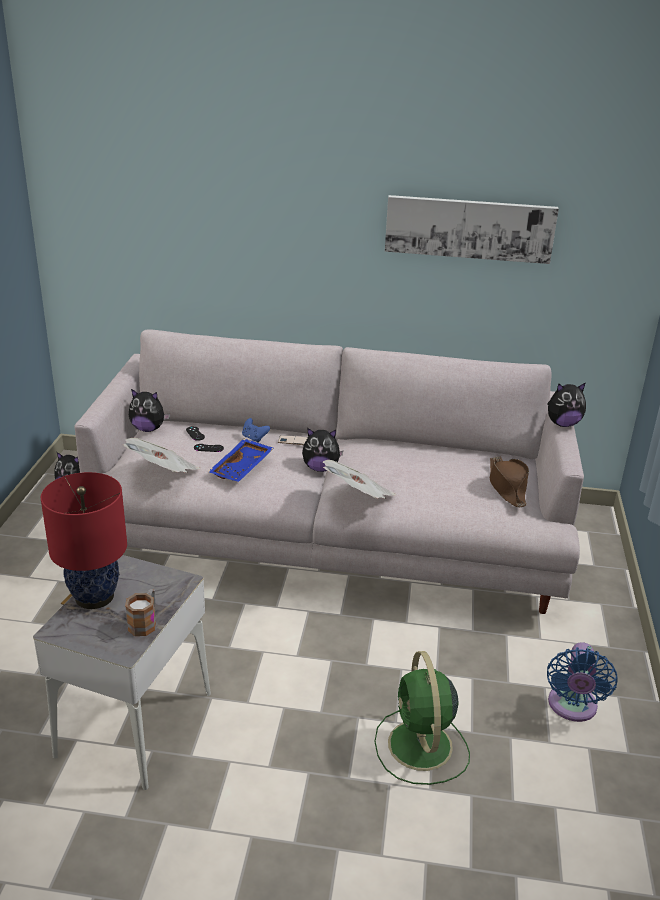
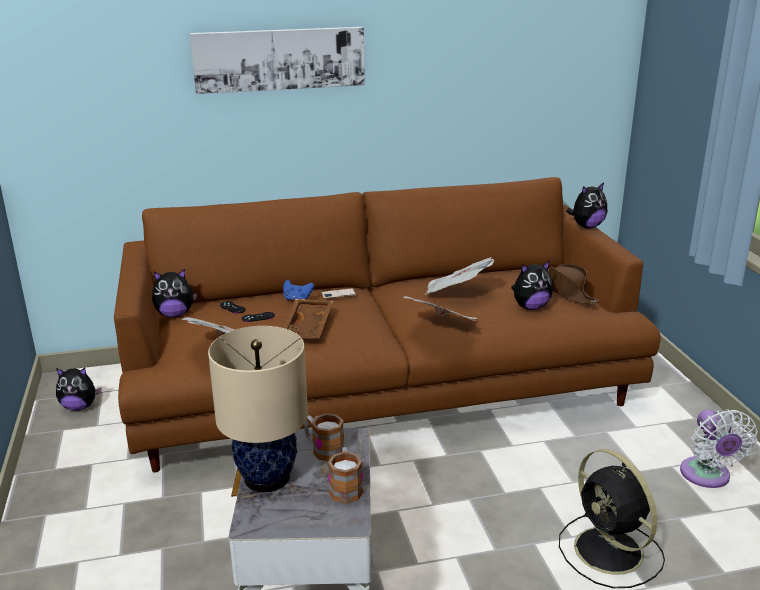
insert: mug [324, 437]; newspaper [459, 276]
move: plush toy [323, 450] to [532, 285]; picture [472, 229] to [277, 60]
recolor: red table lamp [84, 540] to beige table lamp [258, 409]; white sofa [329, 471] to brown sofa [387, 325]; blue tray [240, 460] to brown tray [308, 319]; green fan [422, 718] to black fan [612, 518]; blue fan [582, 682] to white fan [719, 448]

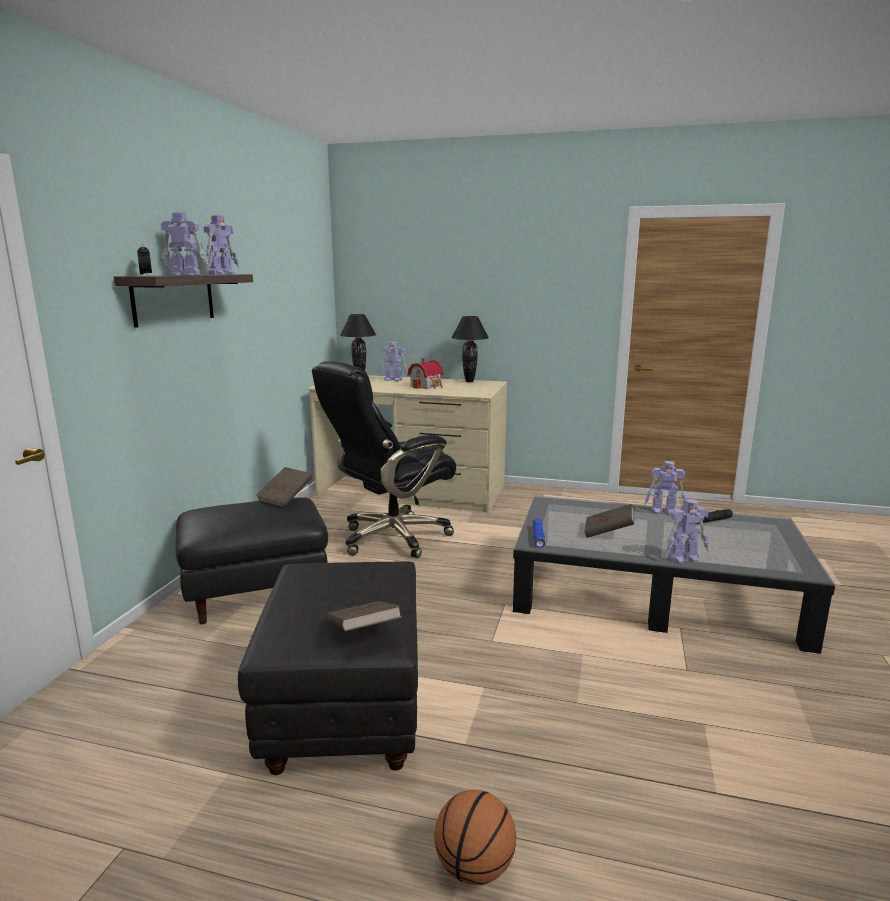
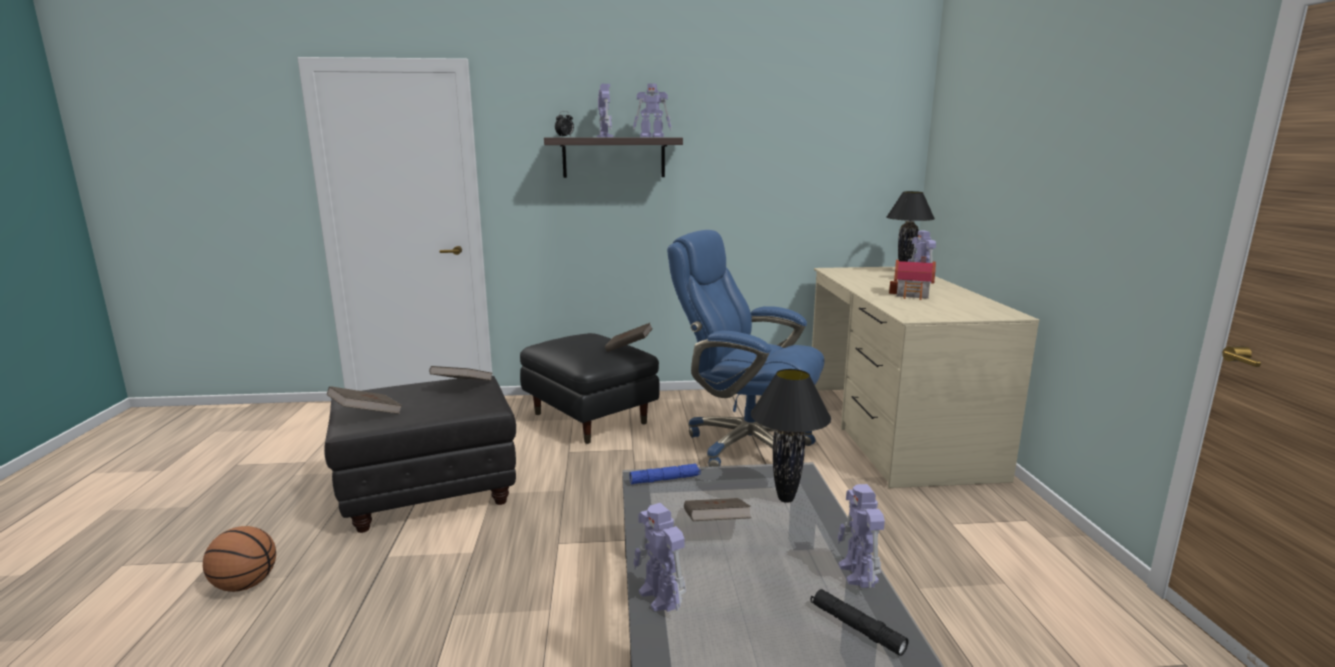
insert: brown book [460, 373]
move: black table lamp [470, 349] to [791, 436]
recolor: black office chair [384, 459] to blue office chair [745, 348]

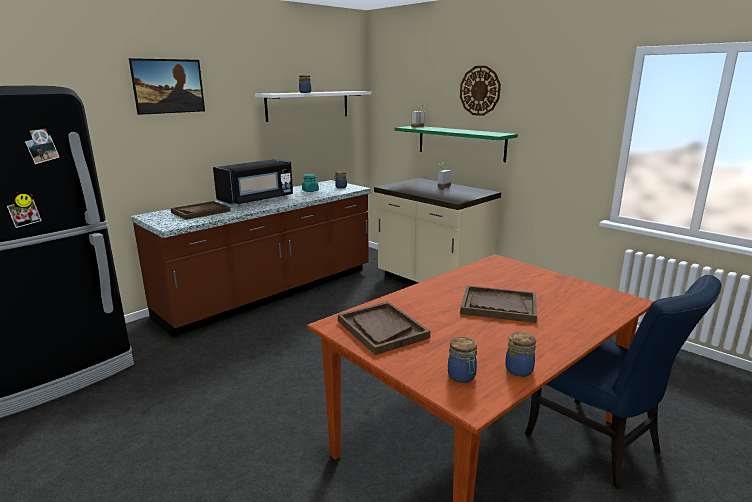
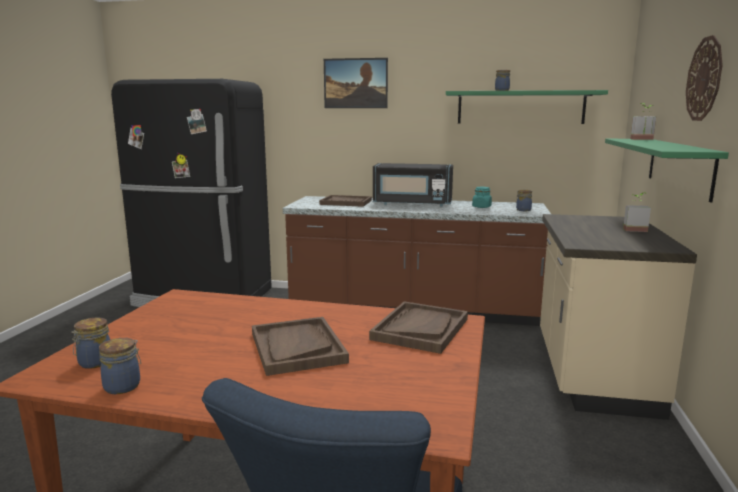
move: brown tray [384, 328] to [418, 327]
recolor: white shelf [313, 106] to green shelf [527, 107]

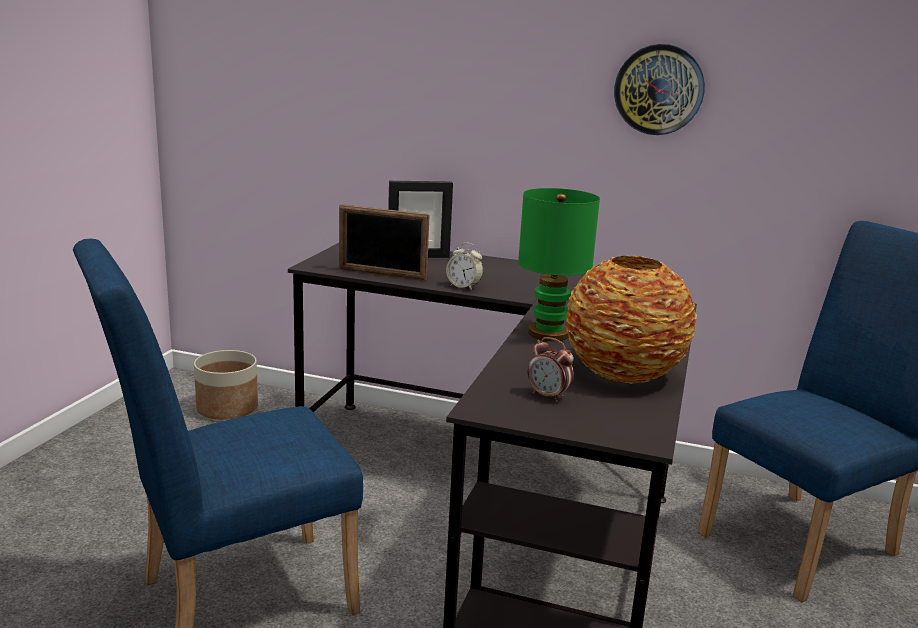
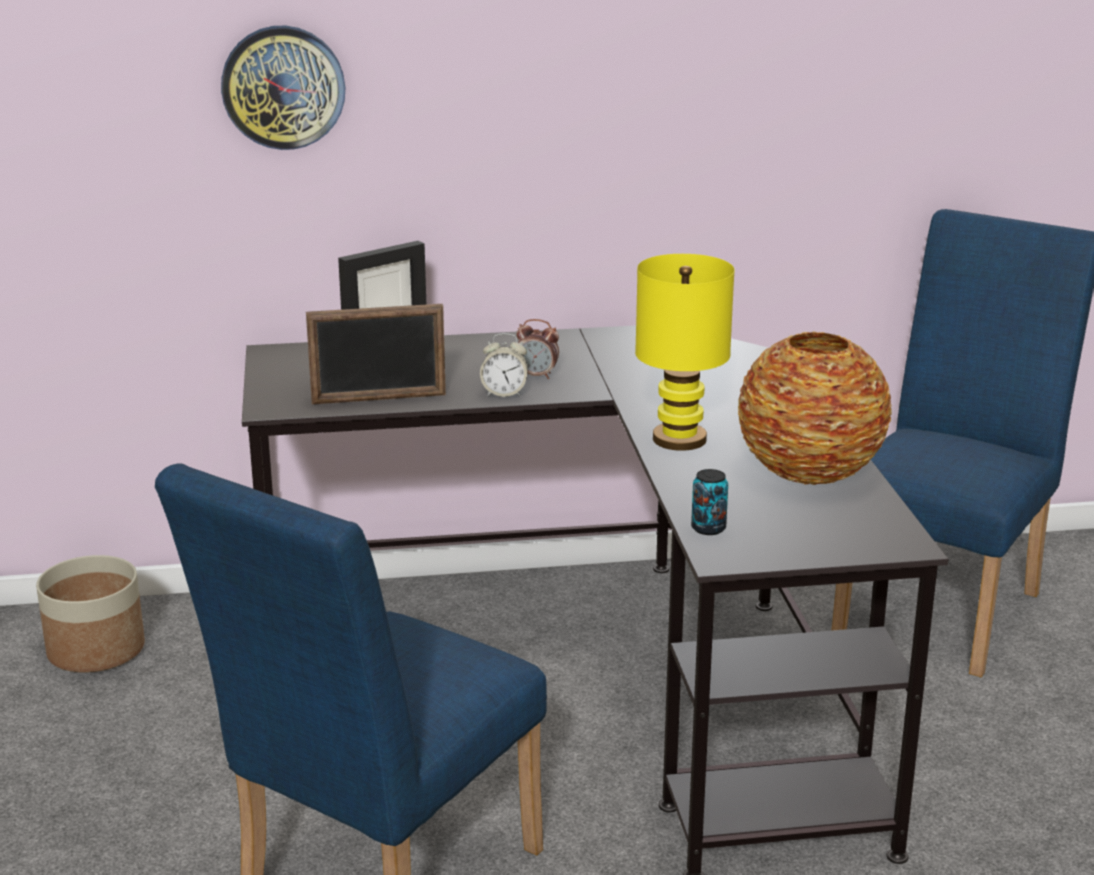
insert: can [709, 502]
move: alarm clock [551, 369] to [537, 349]; wall clock [659, 89] to [283, 88]
recolor: green table lamp [559, 264] to yellow table lamp [685, 352]

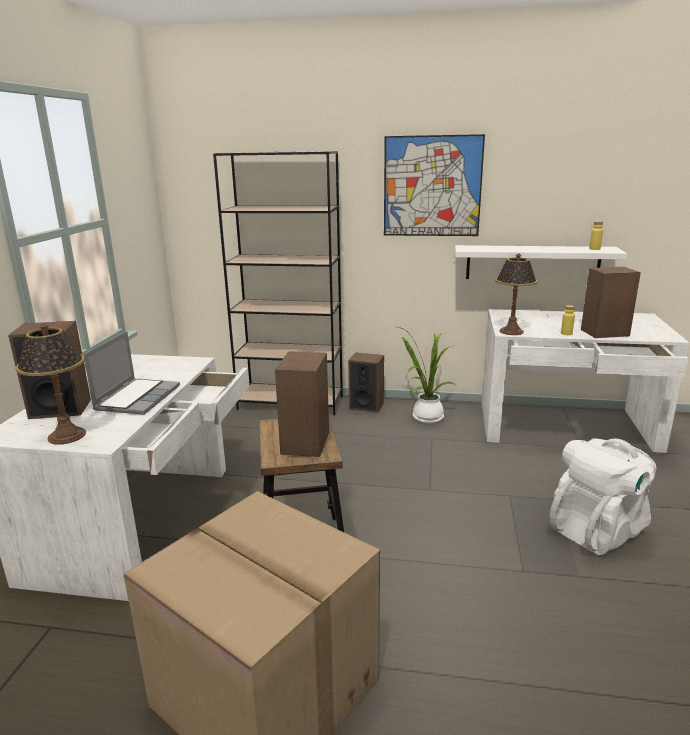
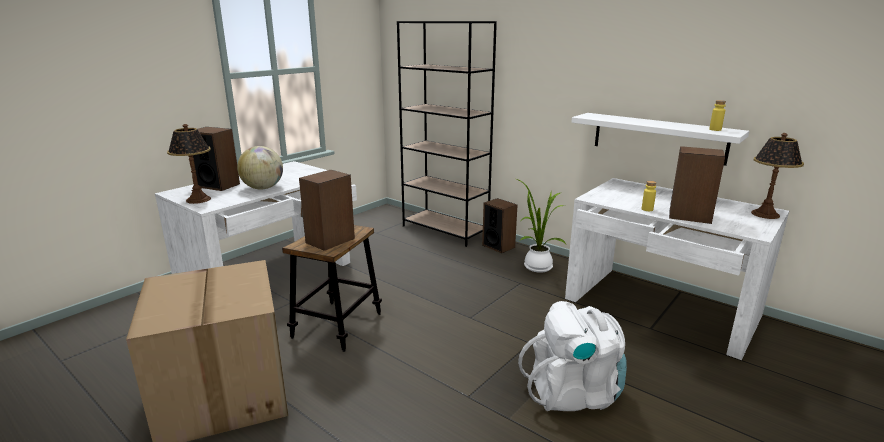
delete: picture [434, 185]
move: table lamp [516, 294] to [777, 176]
replace: laptop [131, 373] to globe [260, 167]

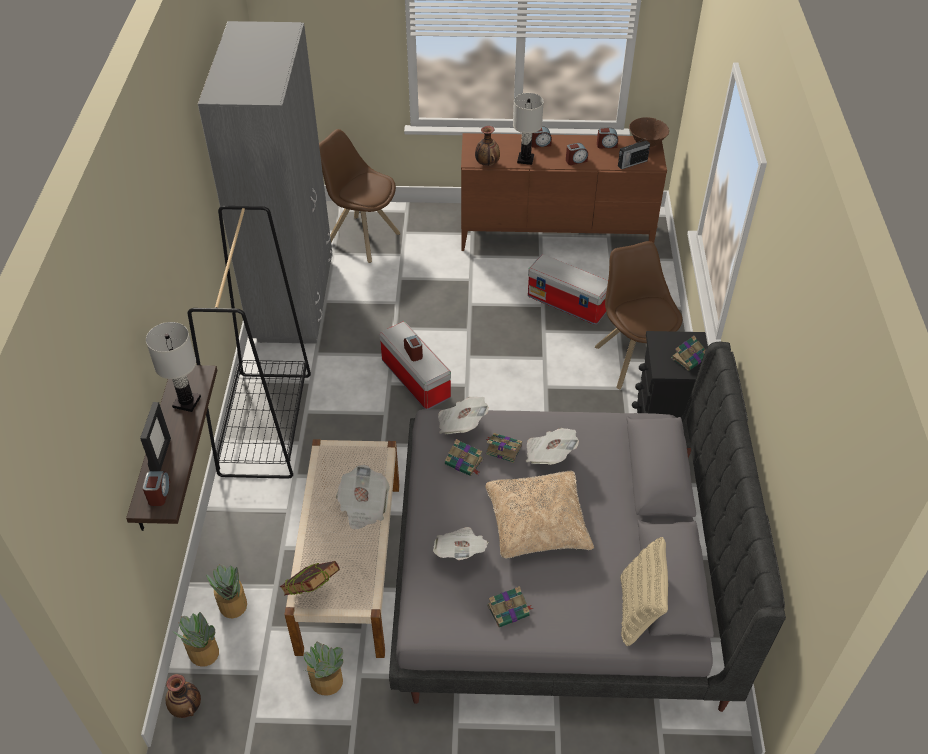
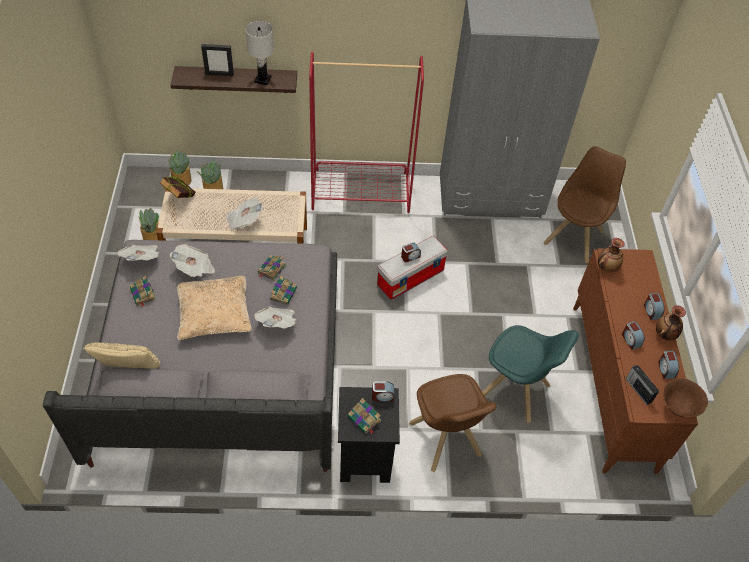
delete: white table lamp [528, 129]
move: alarm clock [156, 488] to [383, 391]; vase [183, 696] to [671, 322]; newspaper [463, 415] to [138, 253]
replace: storage box [568, 289] to turquoise chair [530, 374]
recolor: black clothes rack [249, 342] to red clothes rack [366, 132]
rotate: brown chair [638, 315] = [452, 423] 90 degrees clockwise

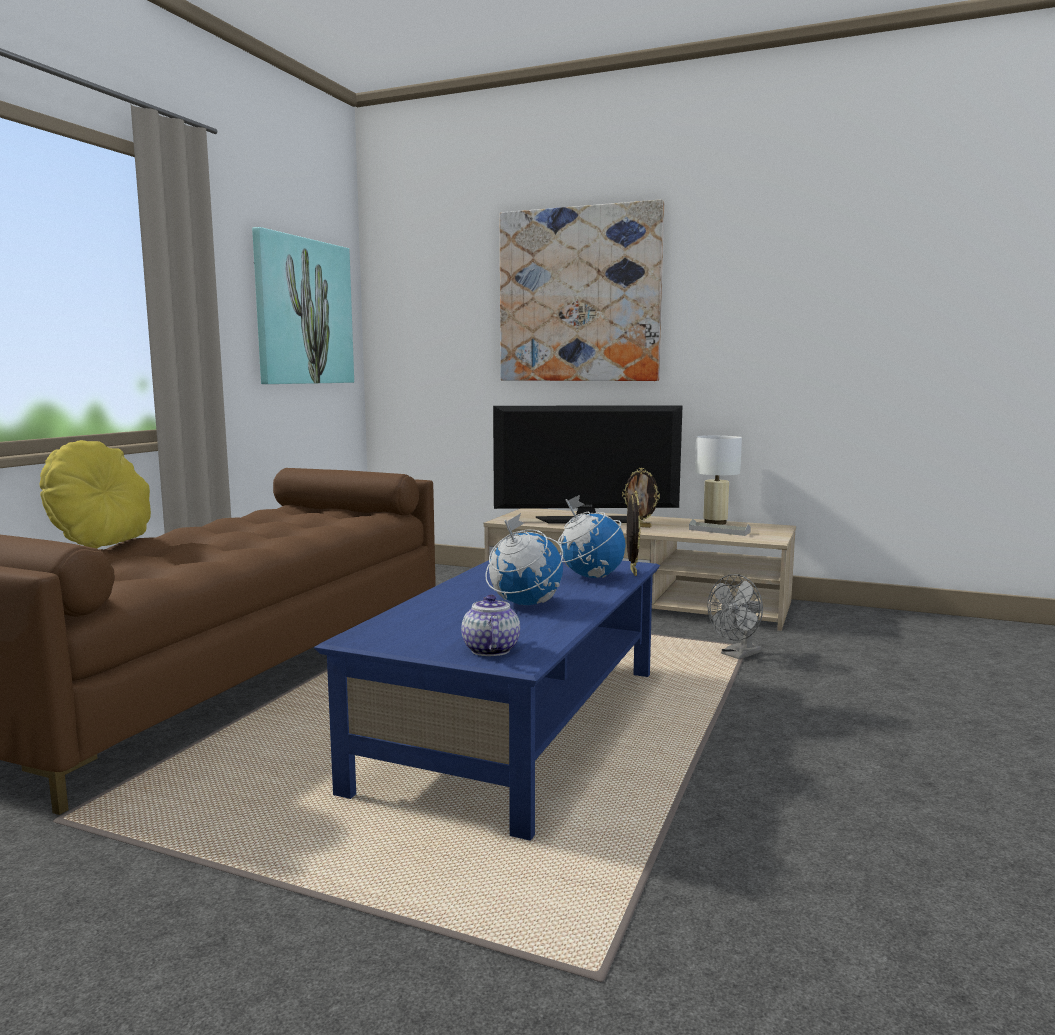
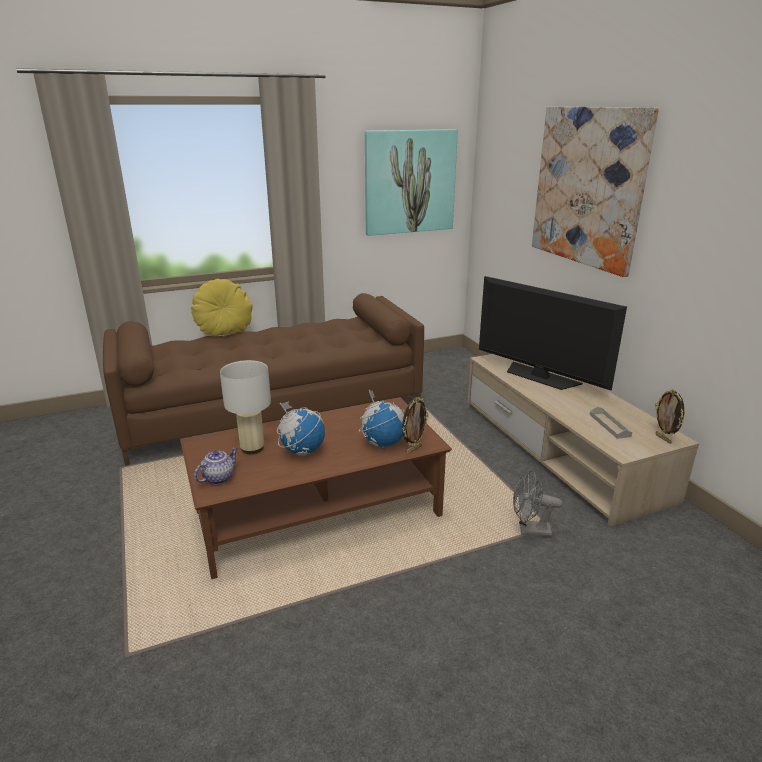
move: picture frame [641, 498] to [670, 416]; white table lamp [718, 480] to [245, 407]
recolor: blue coffee table [487, 698] to brown coffee table [316, 488]

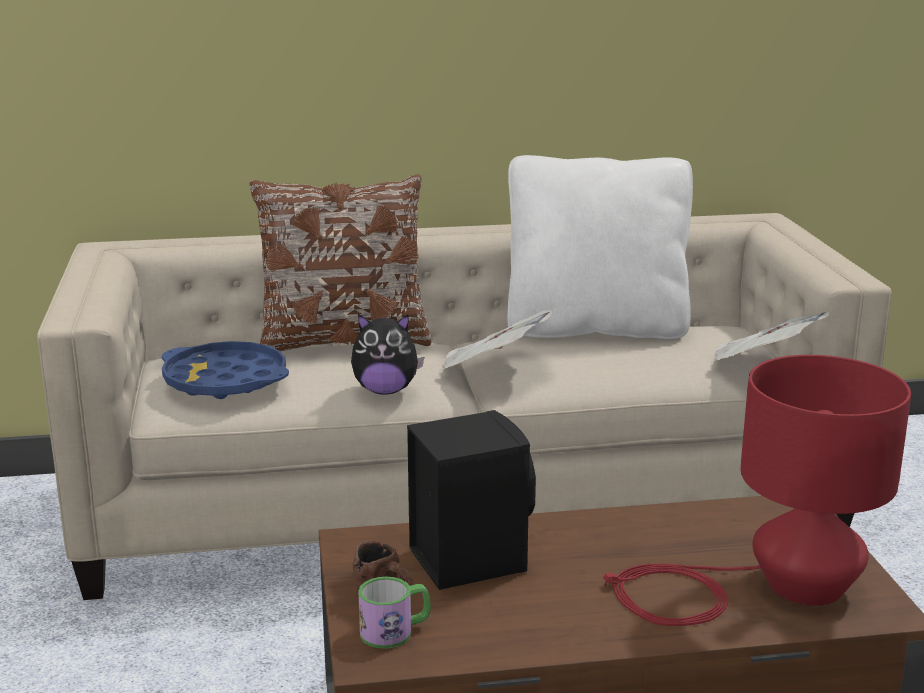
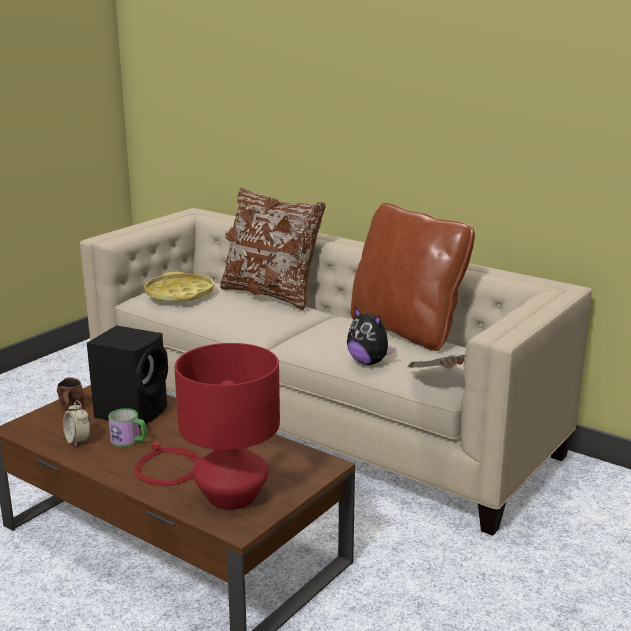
delete: newspaper [495, 340]
insert: alarm clock [76, 423]
move: plush toy [387, 354] to [371, 336]; mug [394, 613] to [127, 427]
recolor: blue tray [225, 370] to yellow tray [179, 287]; white pillow [600, 247] to brown pillow [413, 277]

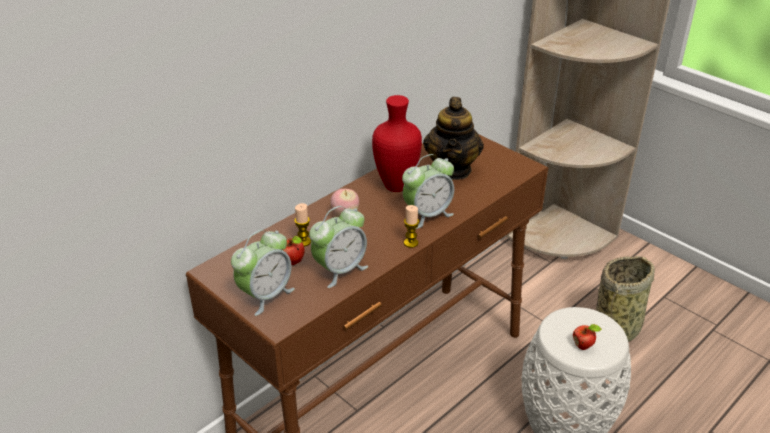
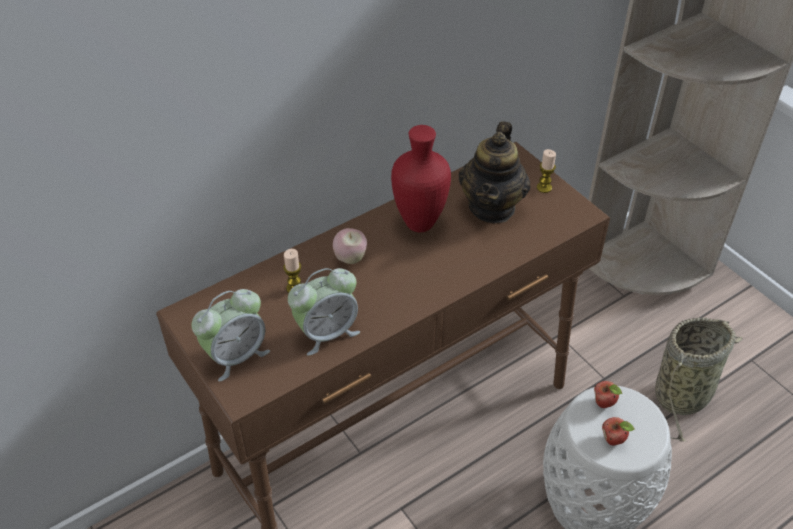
delete: alarm clock [428, 191]
move: apple [293, 250] to [608, 394]; candle [411, 226] to [546, 171]

